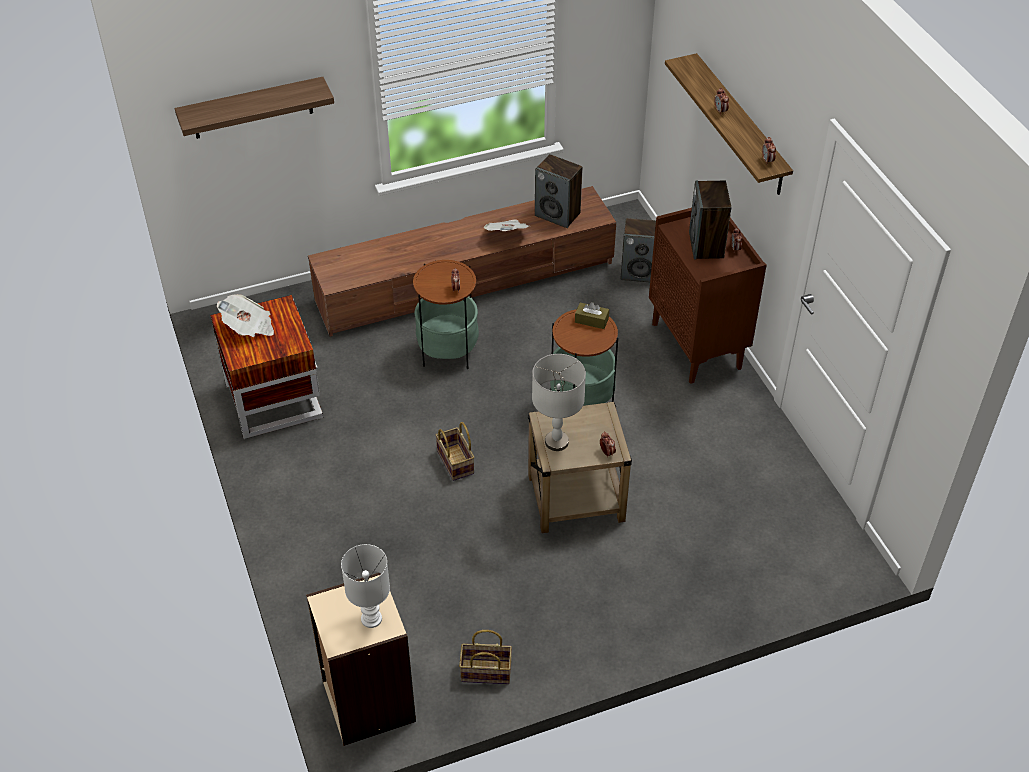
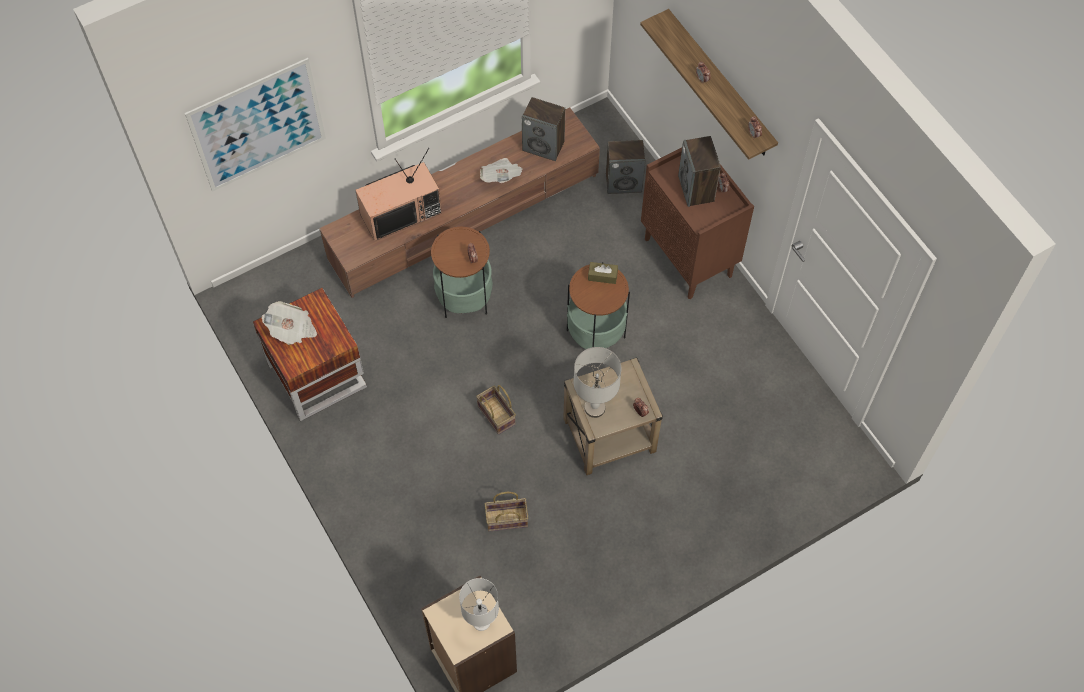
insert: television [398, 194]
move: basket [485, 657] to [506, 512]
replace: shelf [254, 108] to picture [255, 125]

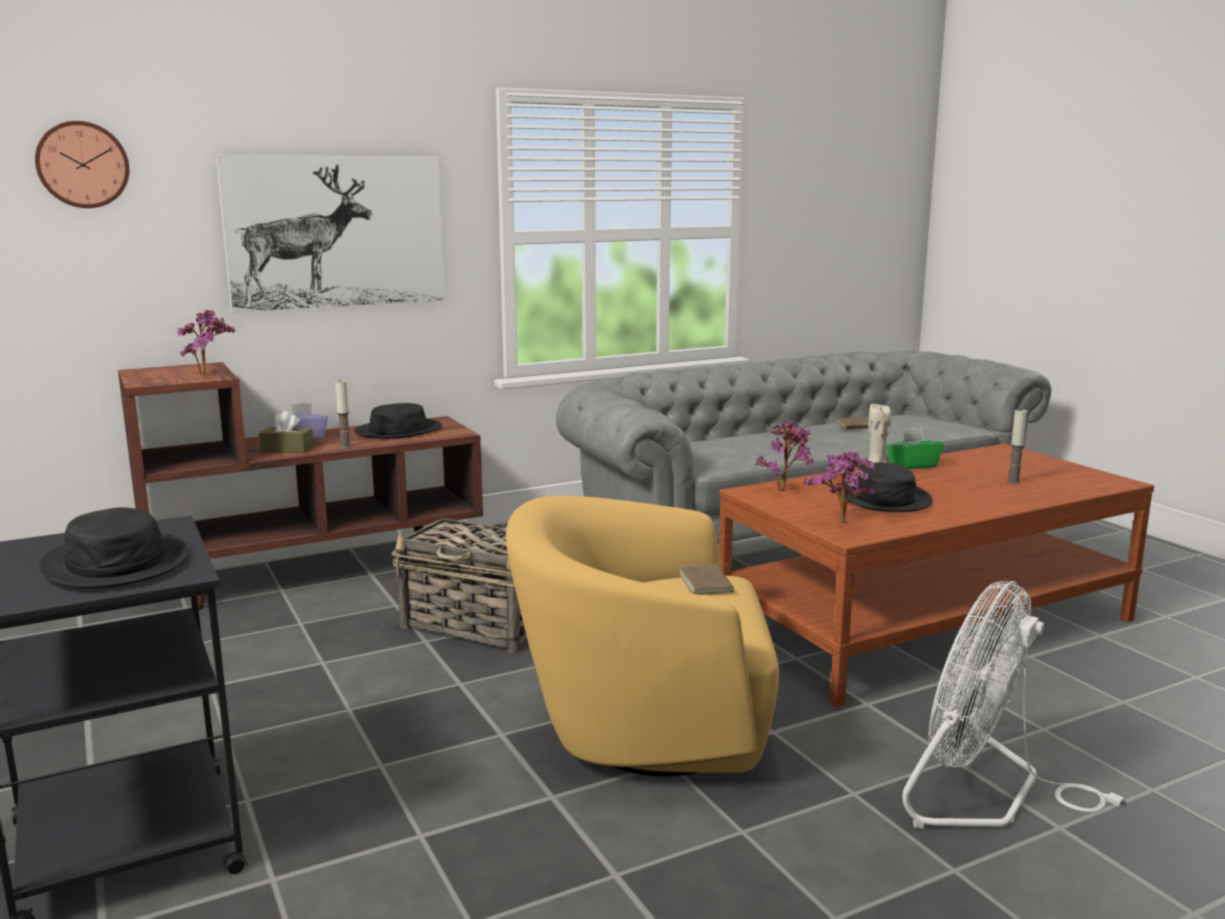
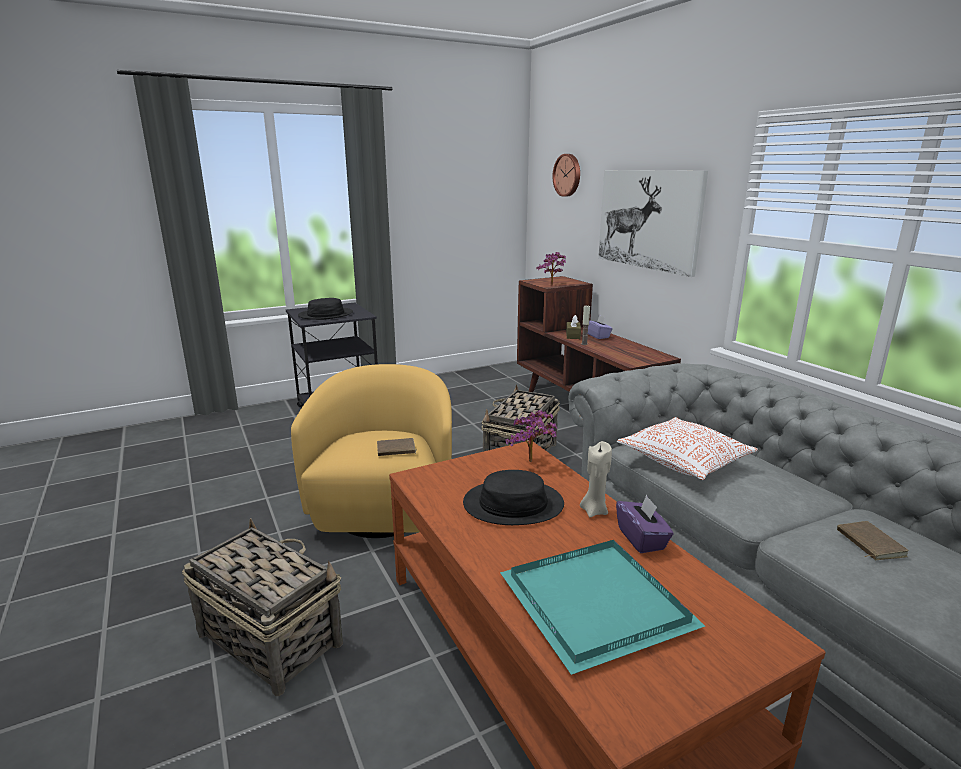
delete: black hat [398, 421]; potted plant [839, 487]
insert: white pillow [687, 448]
replace: white fan [1015, 705] to basket [262, 607]; candle [1017, 446] to turquoise tray [602, 607]
recolor: green tissue box [915, 448] to purple tissue box [644, 524]

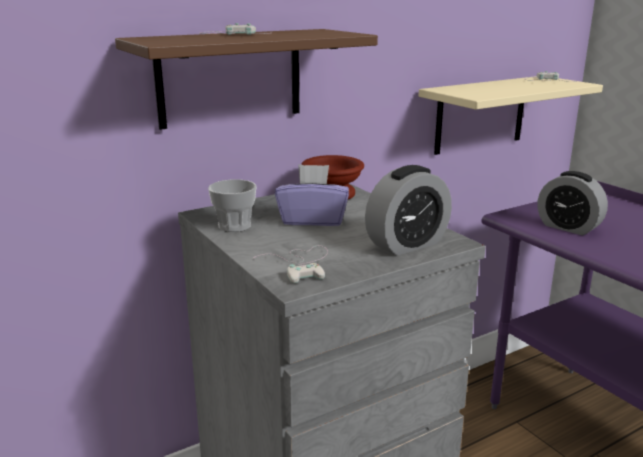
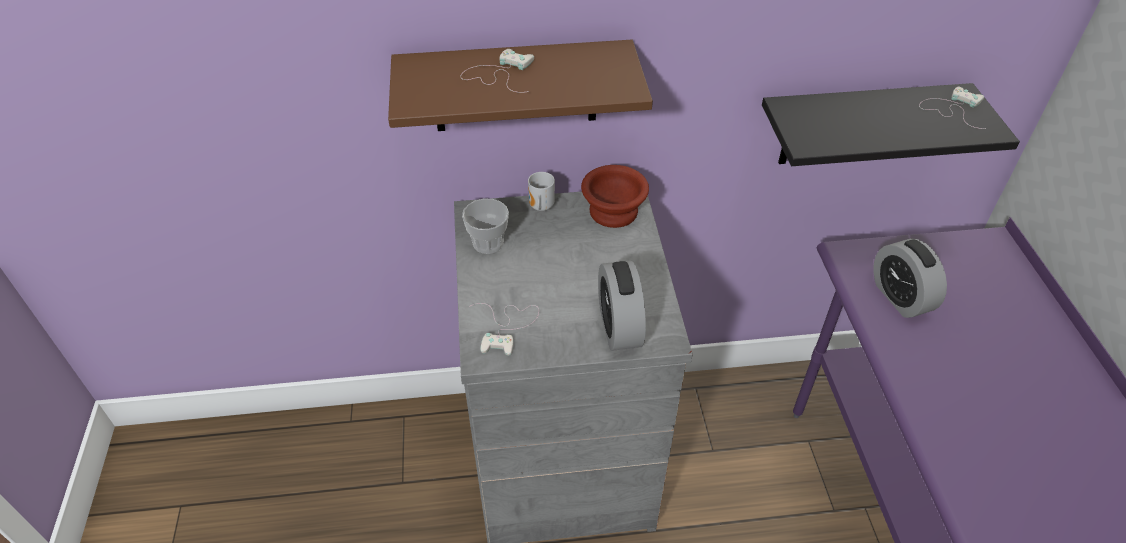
delete: purple tissue box [311, 195]
insert: mug [541, 191]
recolor: beige shelf [511, 115] to black shelf [891, 124]
rotate: alarm clock [408, 210] = [622, 305] 90 degrees clockwise

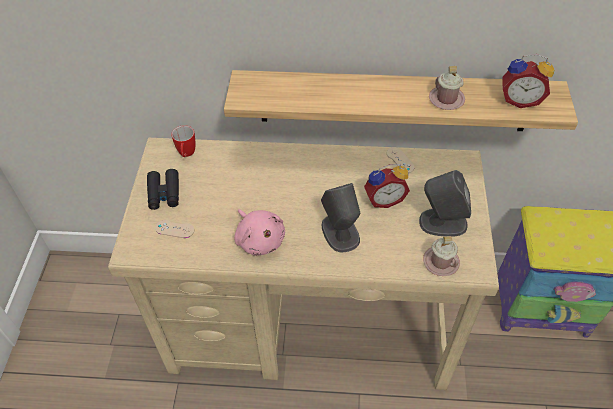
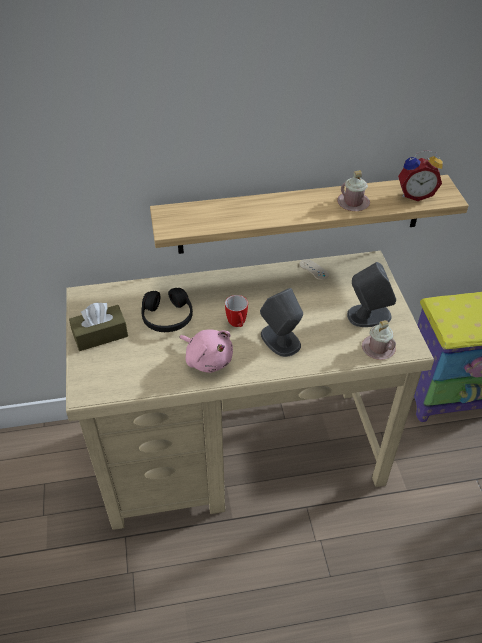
delete: beige game controller [174, 229]; alarm clock [387, 186]
insert: black headphones [167, 310]
move: mug [183, 141] to [236, 311]
replace: black binoculars [163, 189] to brown tissue box [98, 326]

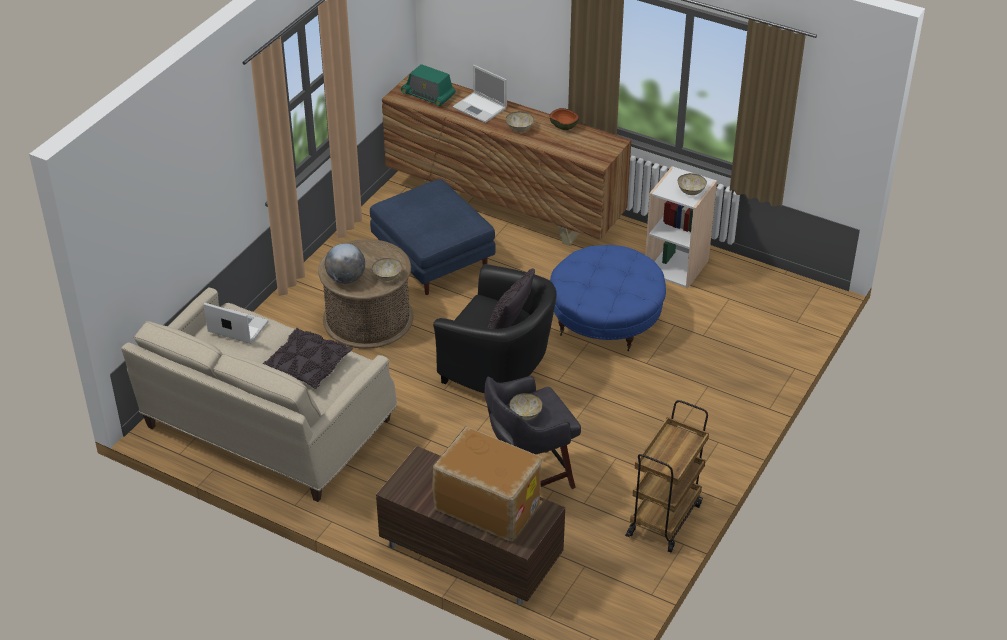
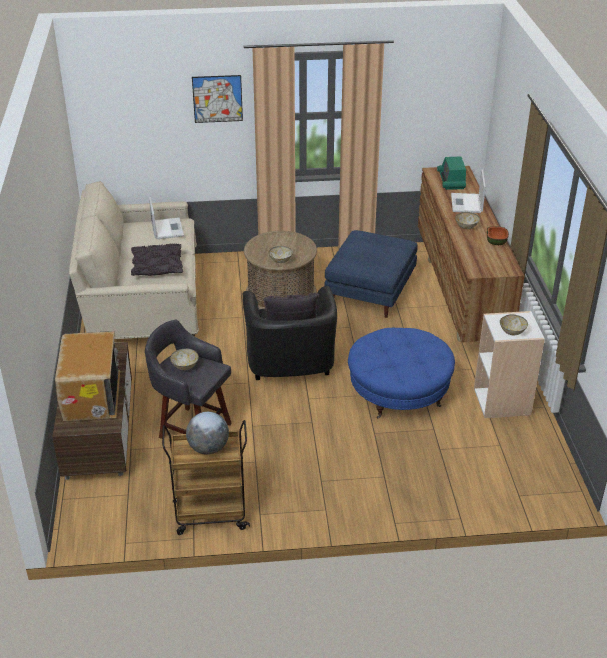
insert: picture [217, 99]
move: globe [345, 263] to [207, 433]

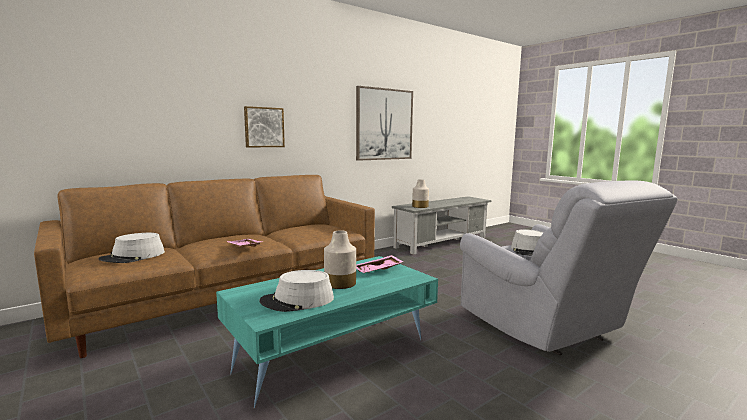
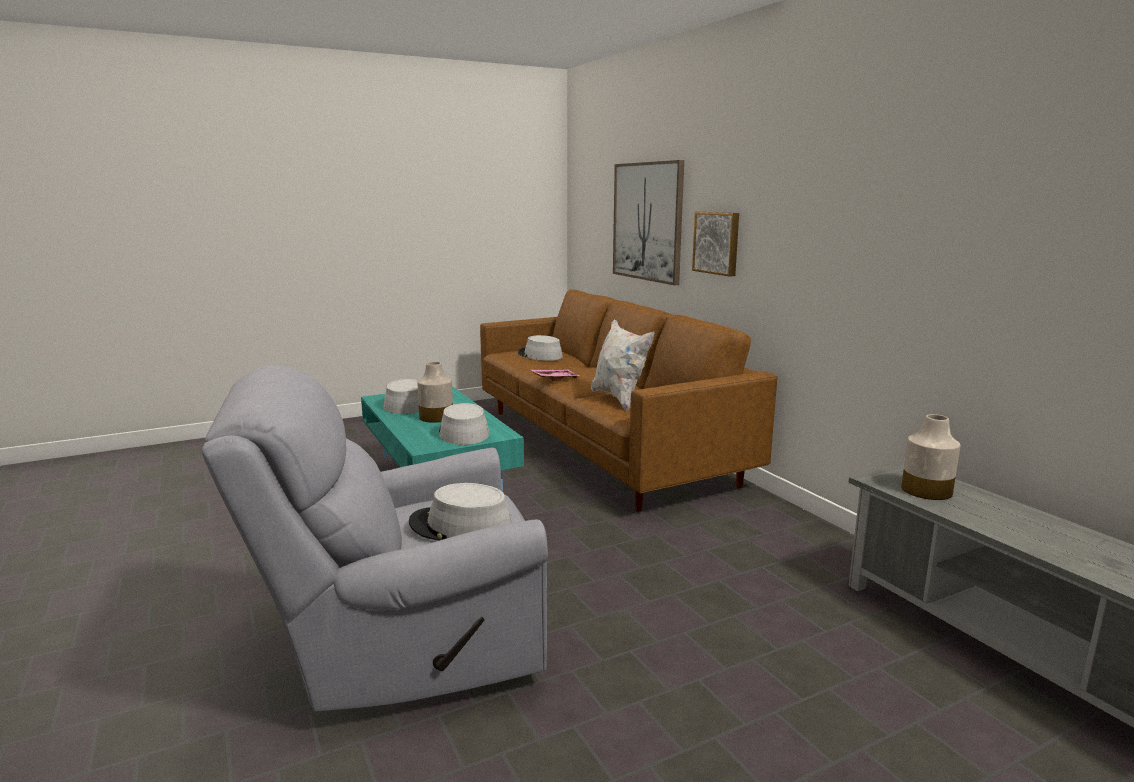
insert: white pillow [623, 365]
move: picture [384, 123] to [648, 222]
replace: pink tray [379, 264] to grey hat [464, 424]

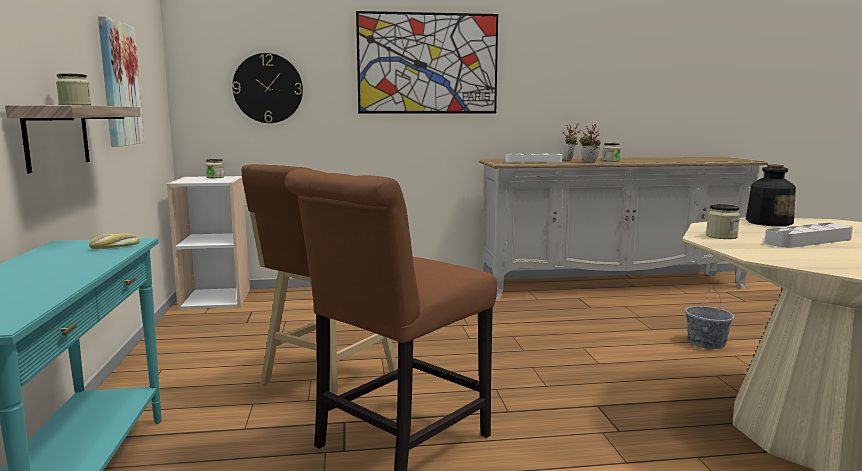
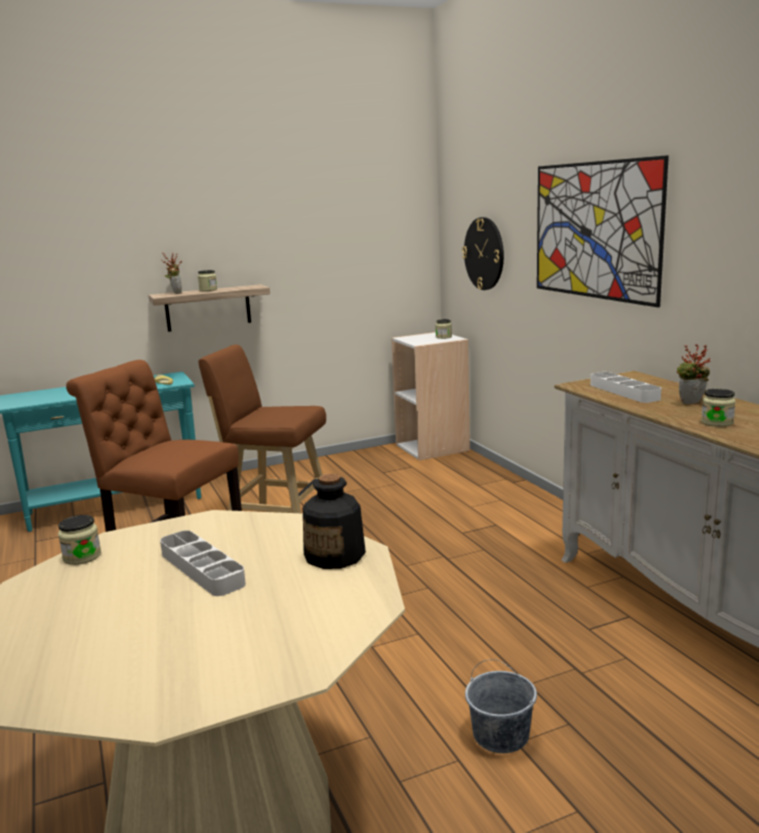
delete: picture [121, 81]
move: potted plant [590, 143] to [171, 273]; jar [723, 221] to [79, 540]

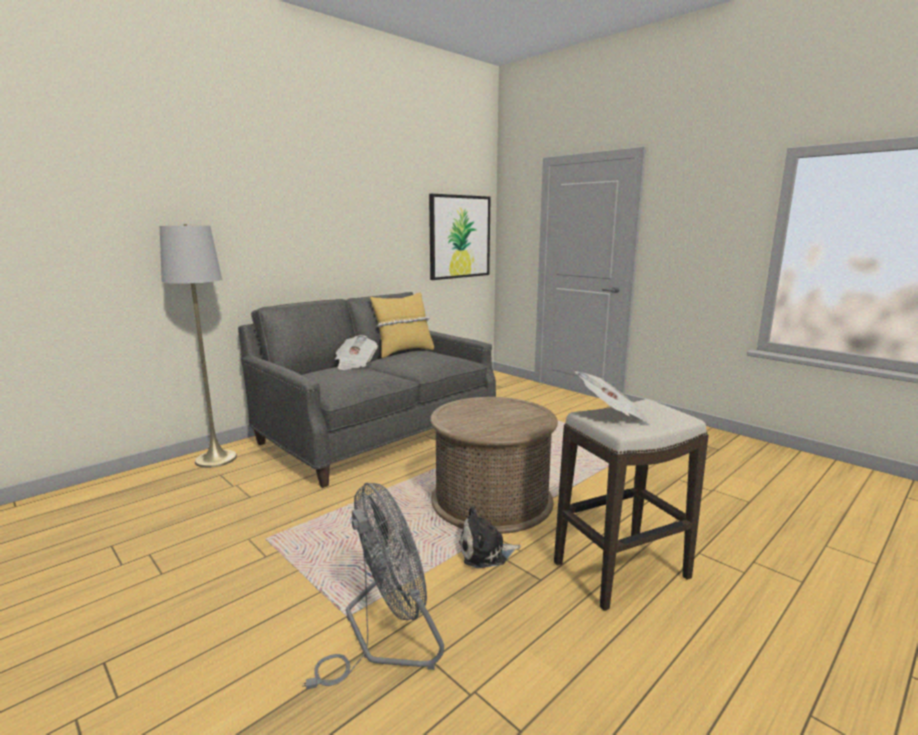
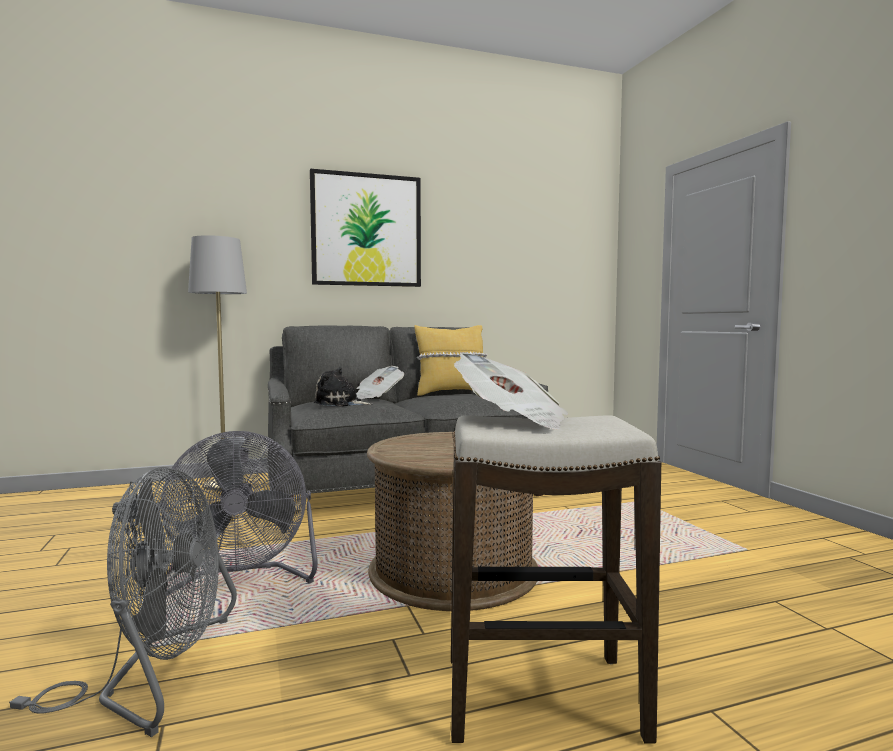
insert: grey fan [237, 513]
move: picture [460, 237] to [365, 228]; plush toy [490, 537] to [343, 387]

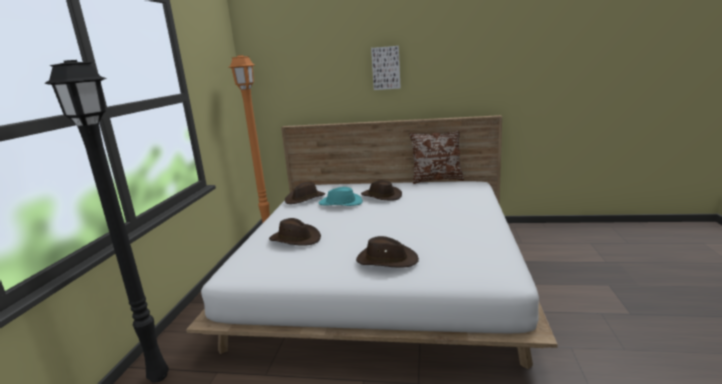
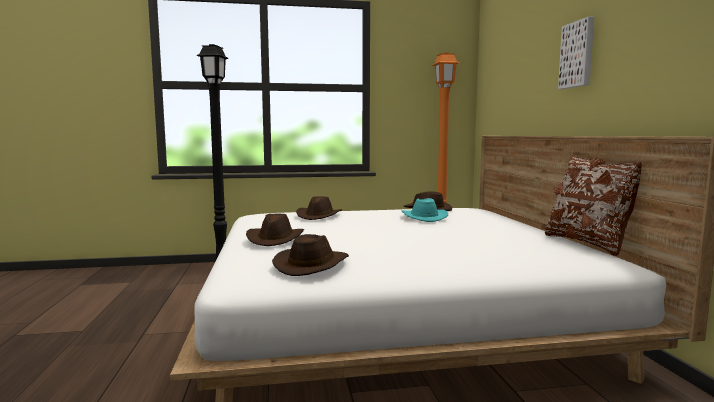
move: brown hat [381, 190] to [310, 255]

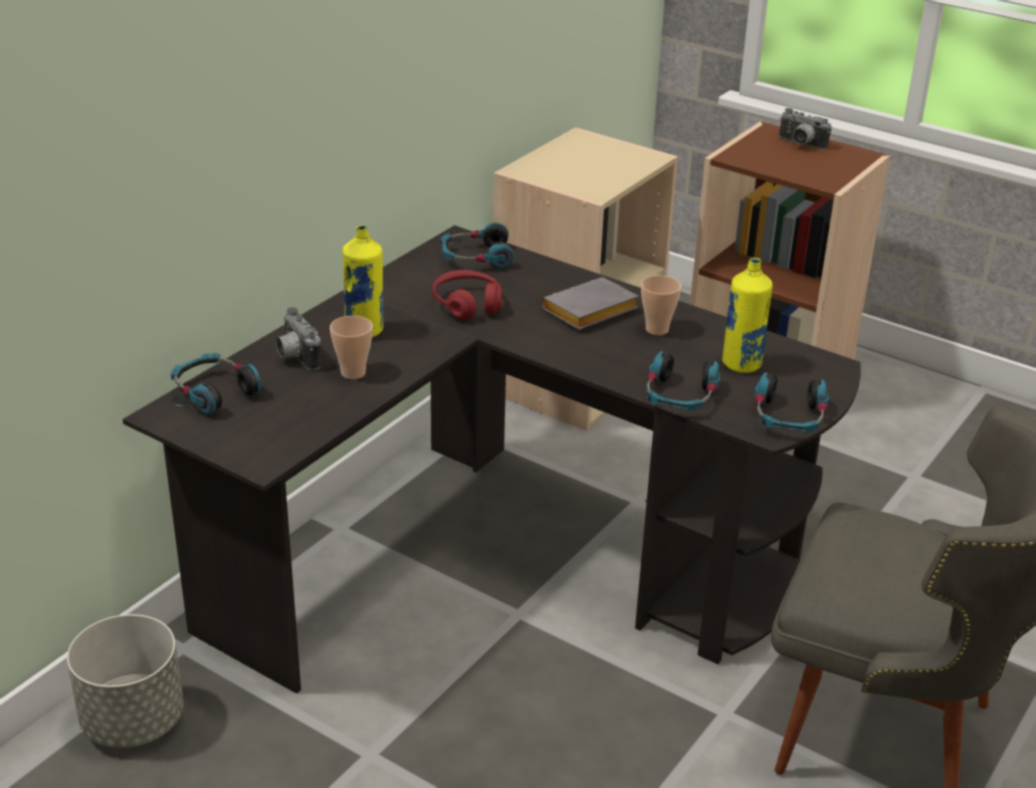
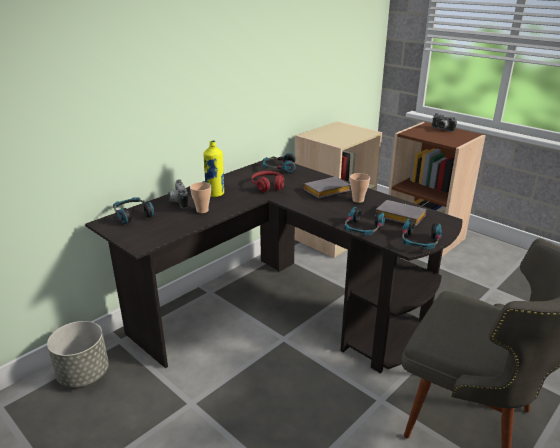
replace: yellow bottle [747, 315] to grey book [401, 213]

